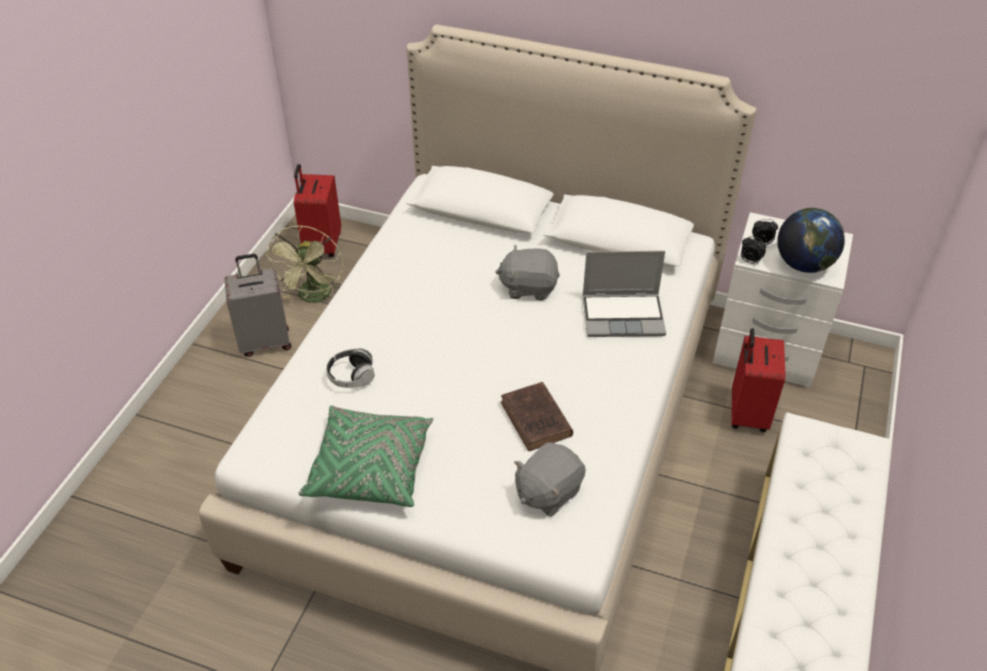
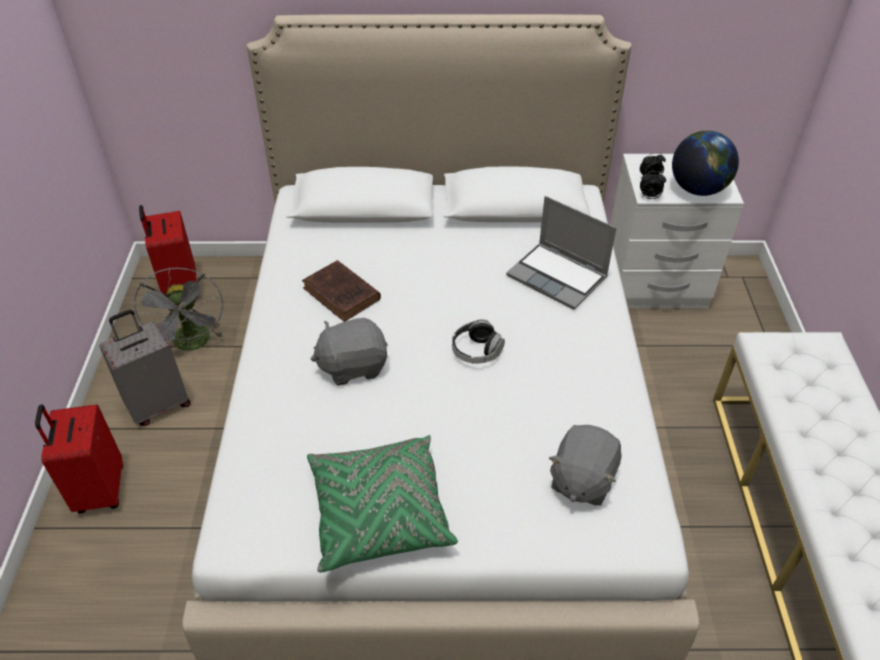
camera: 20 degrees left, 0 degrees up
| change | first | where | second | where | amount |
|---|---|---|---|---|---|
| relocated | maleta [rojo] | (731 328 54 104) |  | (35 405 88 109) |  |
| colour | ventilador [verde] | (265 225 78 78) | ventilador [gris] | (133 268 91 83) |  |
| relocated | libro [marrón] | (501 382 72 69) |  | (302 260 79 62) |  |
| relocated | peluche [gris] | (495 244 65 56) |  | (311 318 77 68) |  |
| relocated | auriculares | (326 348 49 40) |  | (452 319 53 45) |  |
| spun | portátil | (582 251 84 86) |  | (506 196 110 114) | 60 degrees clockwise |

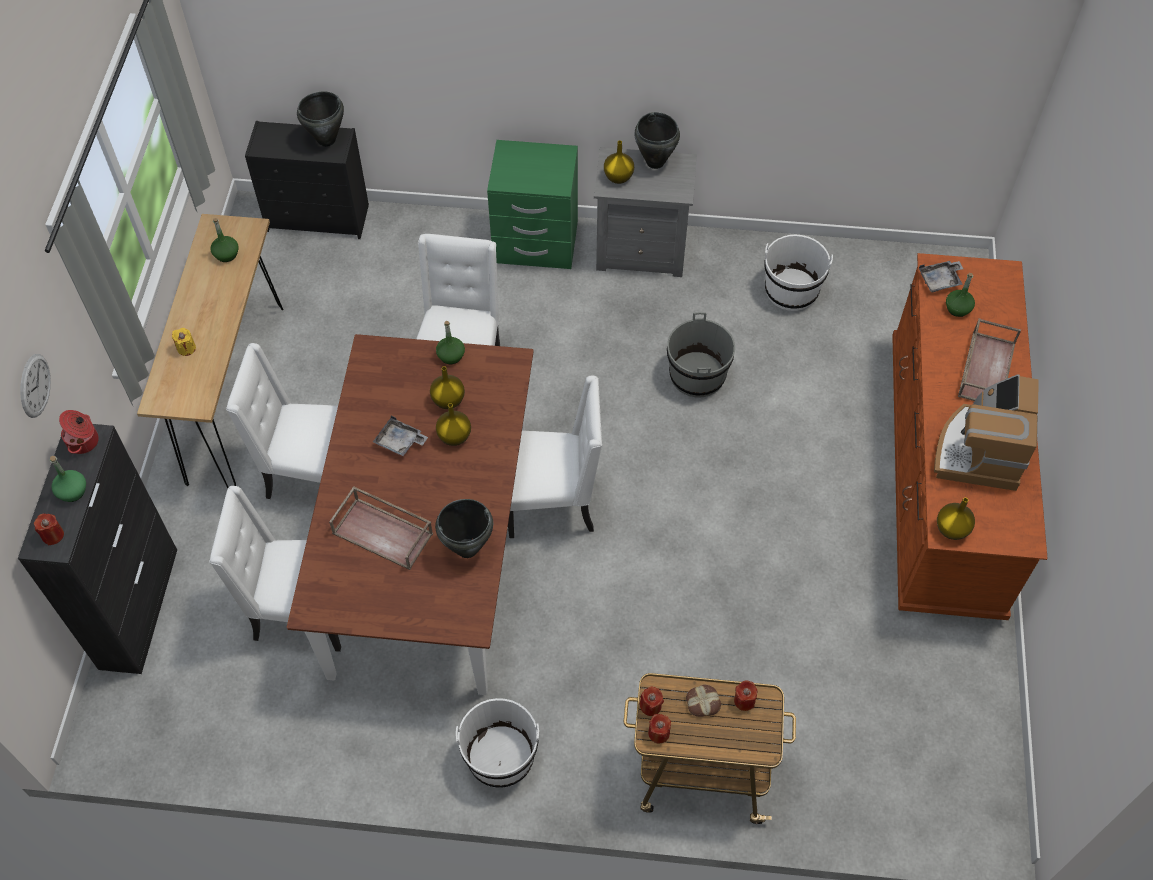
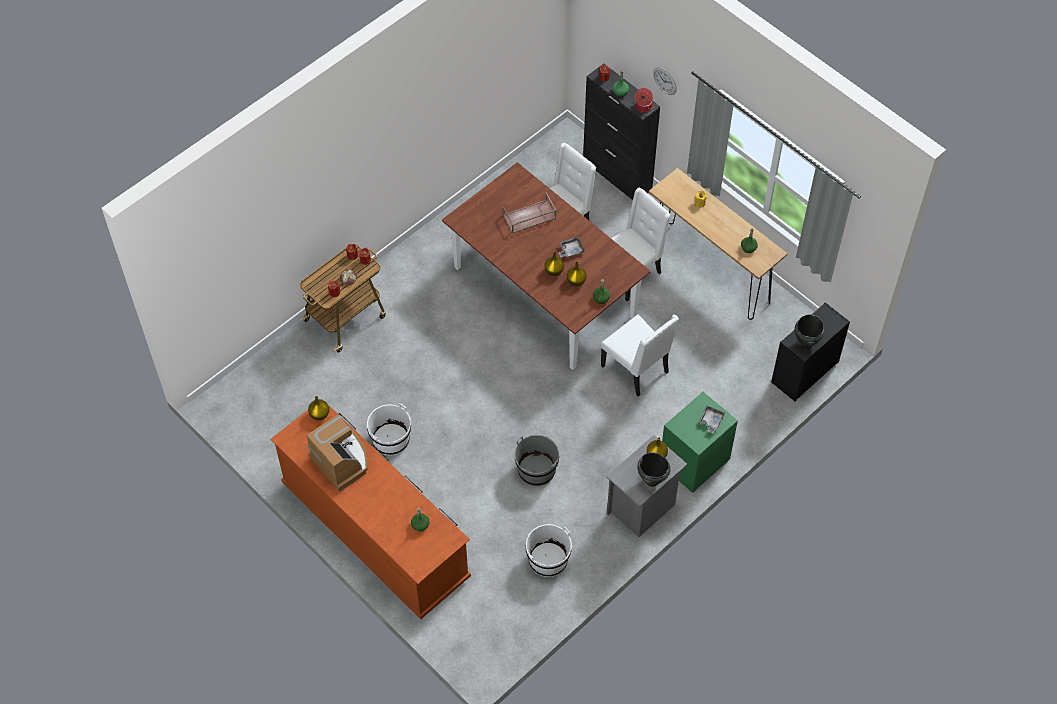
camera: 130 degrees right, 0 degrees up
| change | first | where | second | where | amount |
|---|---|---|---|---|---|
| relocated | cubo [blanco] | (456 698 83 90) |  | (367 403 44 53) |  |
| relocated | bandeja [gris] | (919 261 44 31) |  | (699 406 27 27) |  |
| missing | olla [negro] | (435 499 58 59) |  |  |  |
| missing | silla [blanco] | (508 376 94 162) |  |  |  |
| missing | bandeja [marrón] | (958 318 63 83) |  |  |  |

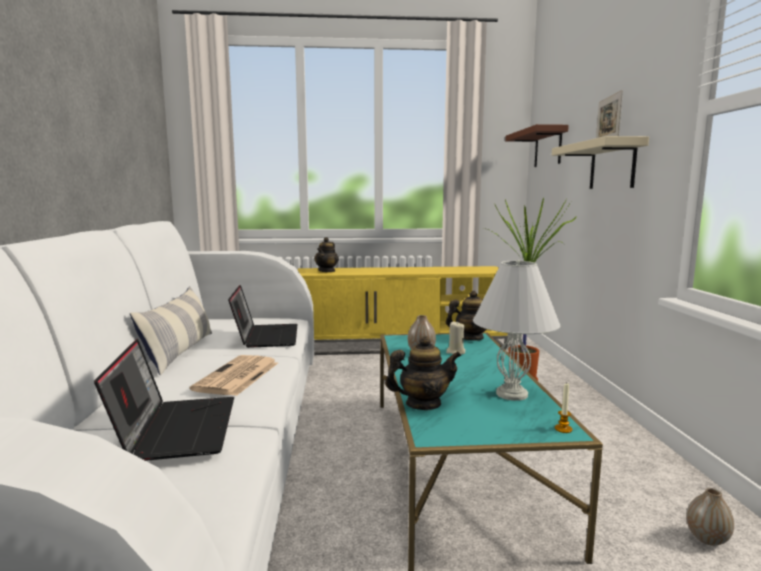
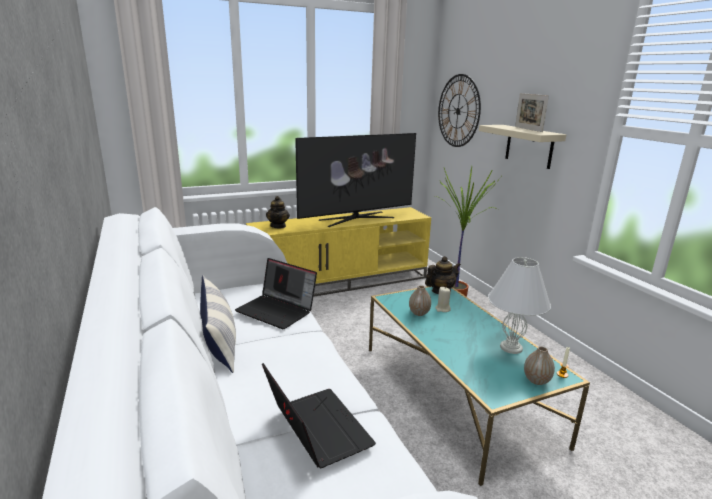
camera: 20 degrees left, 10 degrees up
| change | first | where | second | where | amount |
|---|---|---|---|---|---|
| spun | portátil | (228 285 70 63) |  | (235 258 82 71) | 150 degrees clockwise |
| appeared |  |  | televisor | (295 133 121 94) |  |
| exchanged | estante [marrón] | (505 124 64 43) | reloj de pared | (438 74 43 73) |  |
| relocated | florero | (686 488 48 58) |  | (524 346 31 39) |  |
| missing | periódico | (190 355 88 41) |  |  |  |
| missing | tetera | (385 336 76 74) |  |  |  |

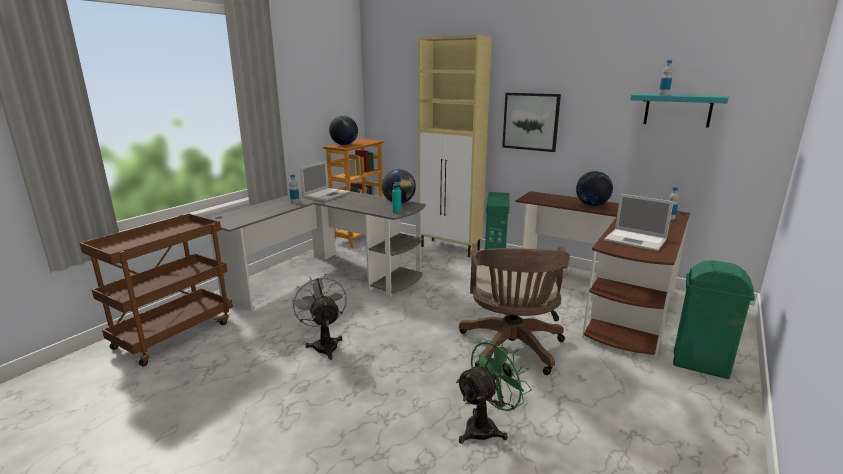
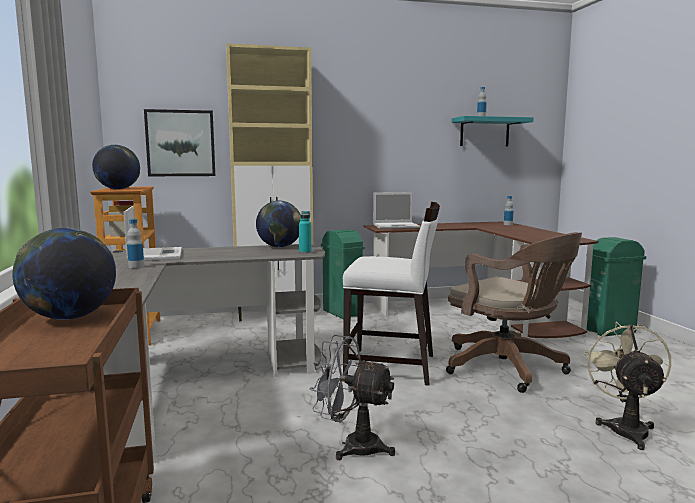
camera: 45 degrees left, 10 degrees down
| change | first | where | second | where | amount |
|---|---|---|---|---|---|
| relocated | globo terráqueo | (576 171 37 35) |  | (12 228 104 92) |  |
| relocated | cuadro | (502 93 59 59) |  | (144 109 71 67) |  |
| appeared |  |  | silla [blanco] | (343 202 97 184) |  |
| relocated | portátil | (604 194 70 58) |  | (373 192 48 37) |  |
| colour | ventilador [verde] | (456 338 76 106) | ventilador [beis] | (584 322 87 128) |  |

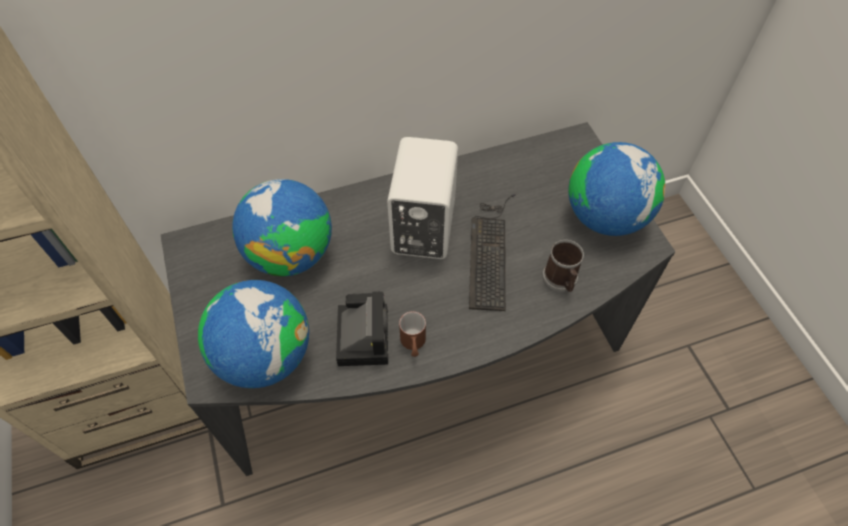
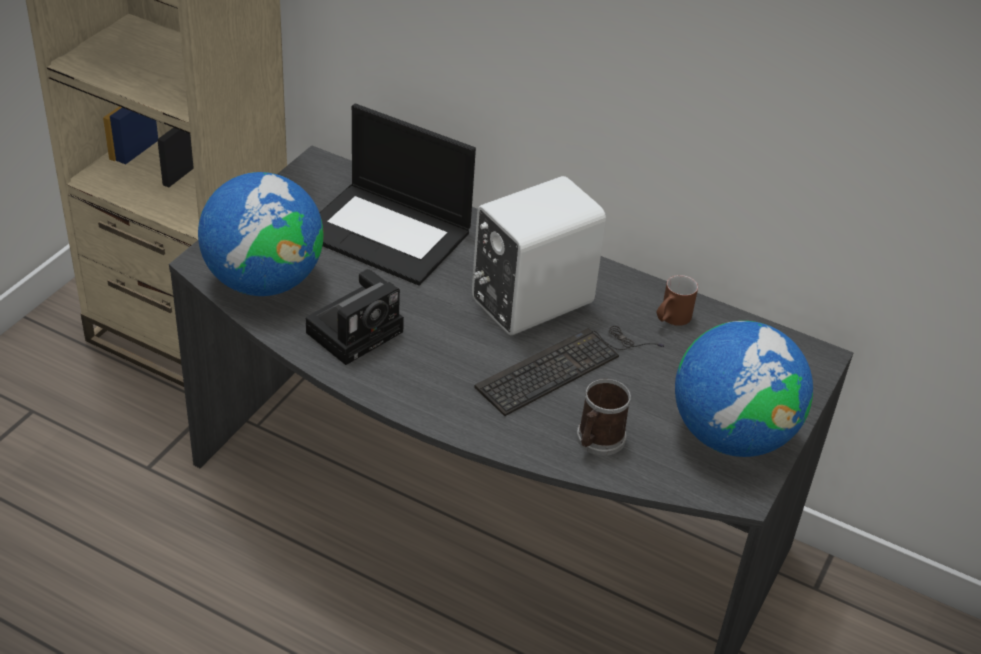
camera: 45 degrees right, 15 degrees down
| change | first | where | second | where | amount |
|---|---|---|---|---|---|
| exchanged | globo terráqueo | (232 179 100 97) | portátil | (319 103 157 183) |  |
| relocated | taza grande [marrón] | (399 311 27 46) |  | (657 275 41 51) |  |

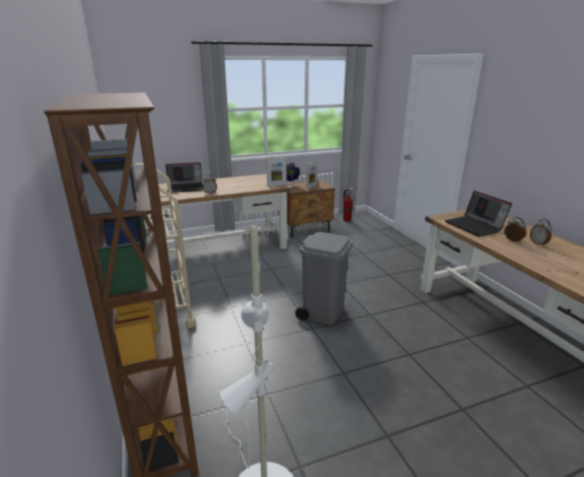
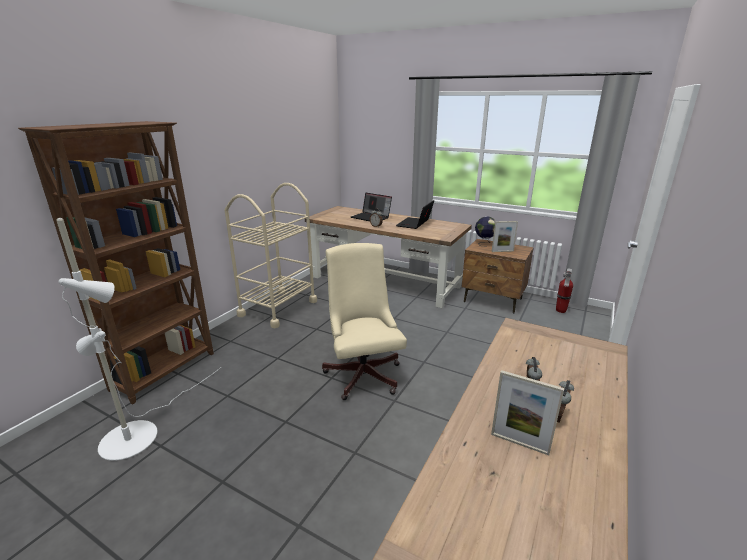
camera: 50 degrees right, 0 degrees up
| change | first | where | second | where | amount |
|---|---|---|---|---|---|
| exchanged | papelera [gris] | (295 232 58 93) | silla de oficina [beis] | (322 243 85 157) |  |
| relocated | portátil | (445 191 67 46) |  | (396 200 39 29) |  |
| relocated | portarretratos | (267 157 20 30) |  | (491 370 73 85) |  |

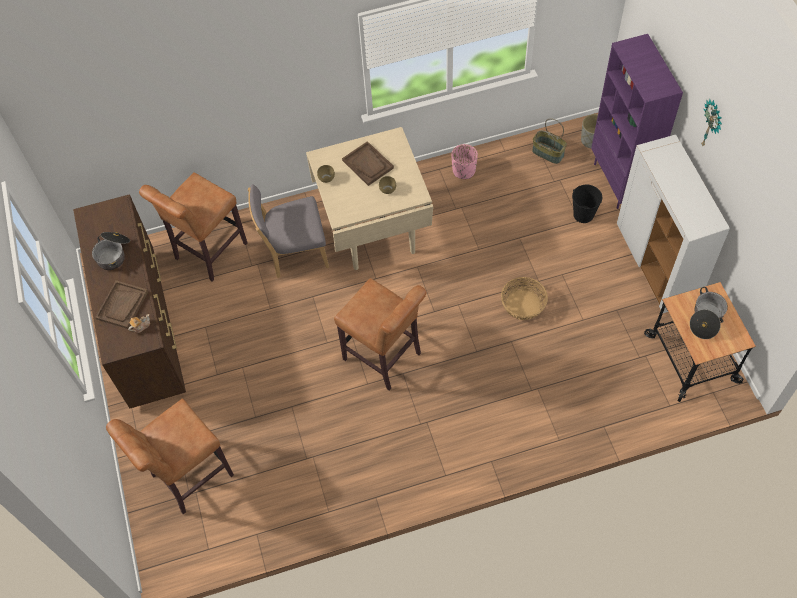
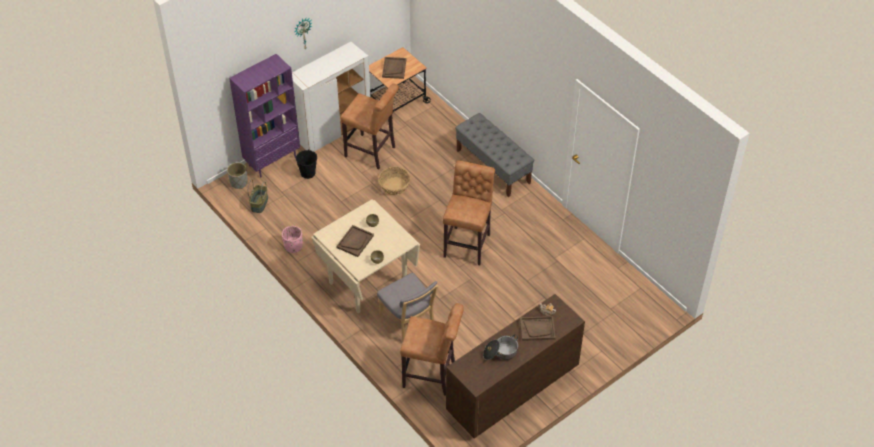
camera: 115 degrees left, 10 degrees down
| change | first | where | second | where | amount |
|---|---|---|---|---|---|
| relocated | taburete [marrón] | (106 399 128 115) |  | (341 83 58 86) |  |
| exchanged | olla | (690 287 38 52) | bandeja [marrón] | (382 57 24 22) |  |
| appeared |  |  | banco [gris] | (455 113 79 84) |  |

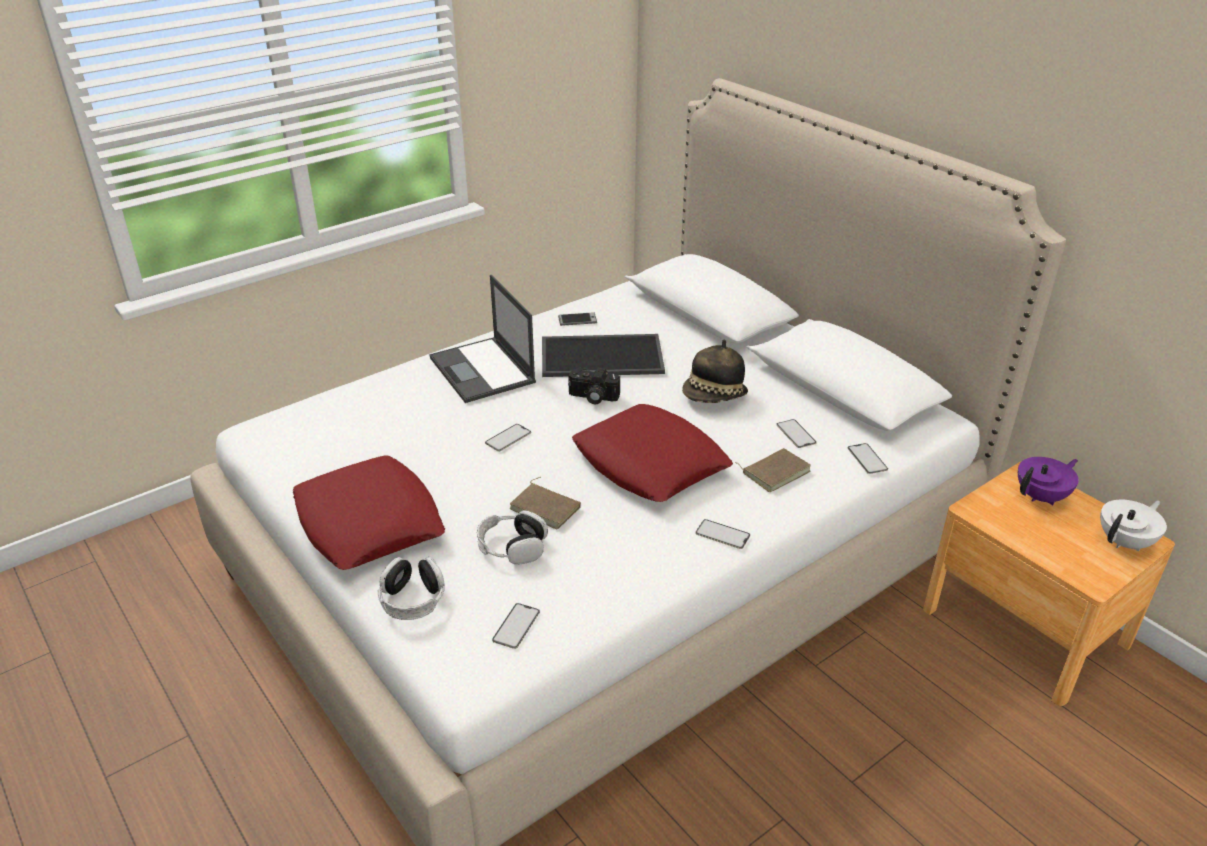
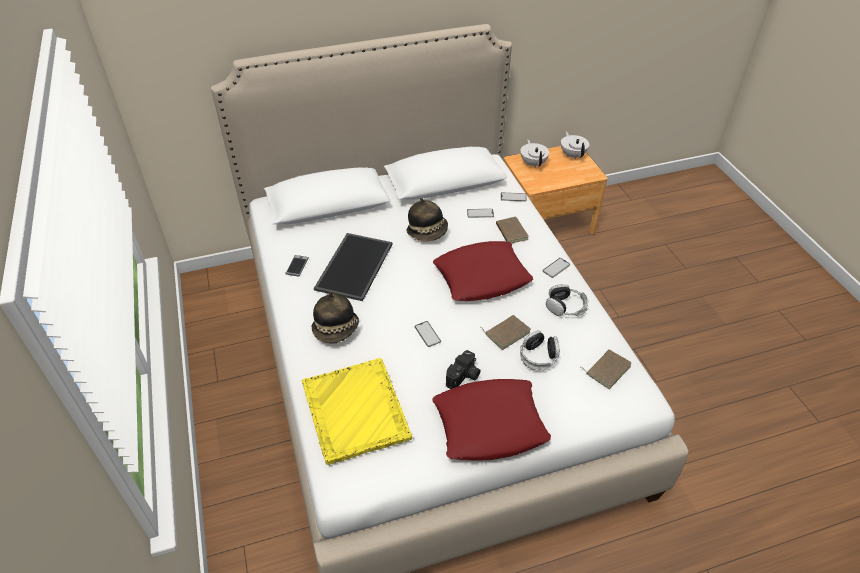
camera: 70 degrees left, 10 degrees up
| change | first | where | second | where | amount |
|---|---|---|---|---|---|
| appeared |  |  | bandeja [amarillo] | (302 358 110 107) |  |
| exchanged | portátil | (429 275 107 128) | sombrero | (312 292 47 52) |  |
| relocated | cámara | (568 368 52 36) |  | (446 350 35 39) |  |
| colour | tetera [morado] | (1018 457 61 49) | tetera [blanco] | (520 139 29 29) |  |
| relocated | auriculares | (378 556 67 64) |  | (546 284 42 32) |  |
| exchanged | móvil | (492 603 48 46) | libro [marrón] | (581 349 51 40) |  |

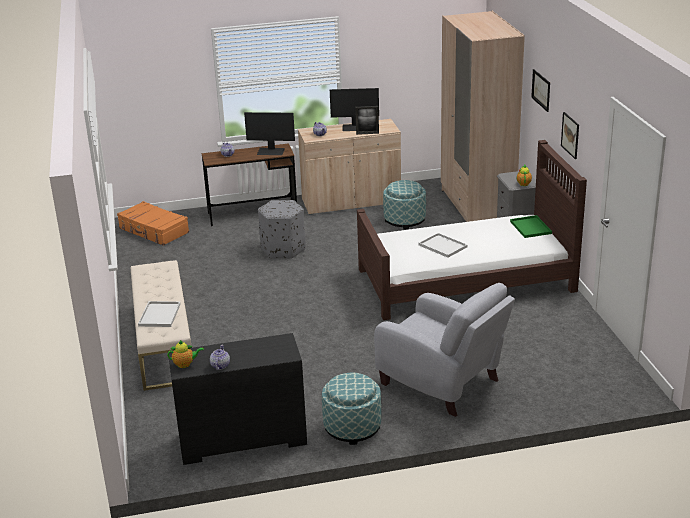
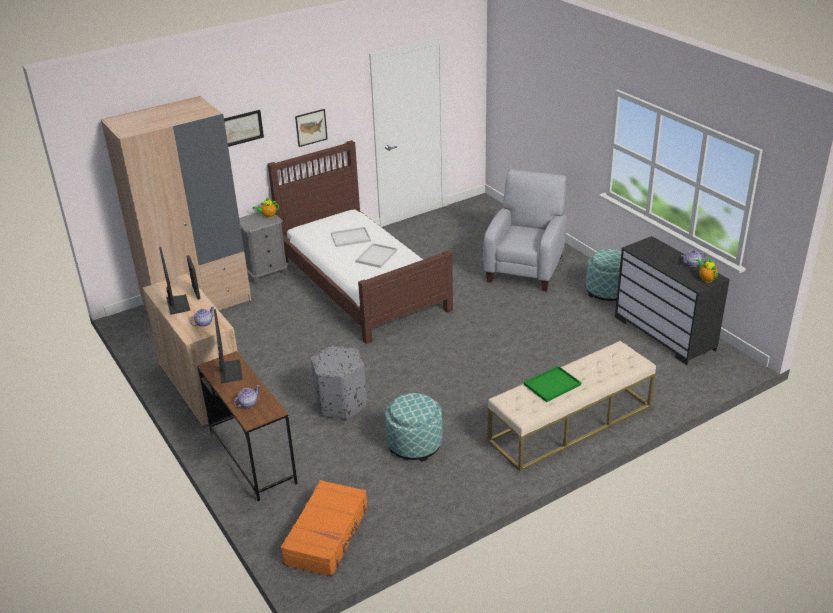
camera: 110 degrees left, 5 degrees up
| change | first | where | second | where | amount |
|---|---|---|---|---|---|
| relocated | bandeja [blanco] | (138 301 43 26) |  | (331 227 40 20) |  |
| relocated | puf | (383 180 43 49) |  | (385 393 58 69) |  |
| relocated | bandeja [verde] | (510 215 42 23) |  | (524 366 57 36) |  |

